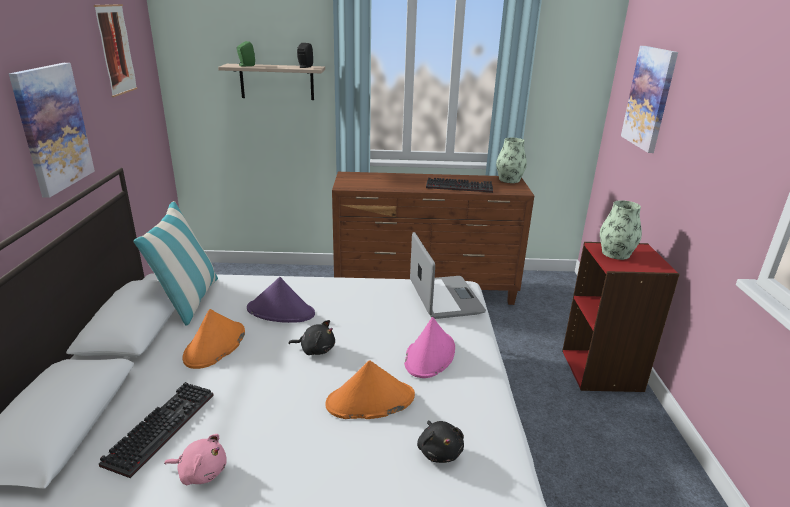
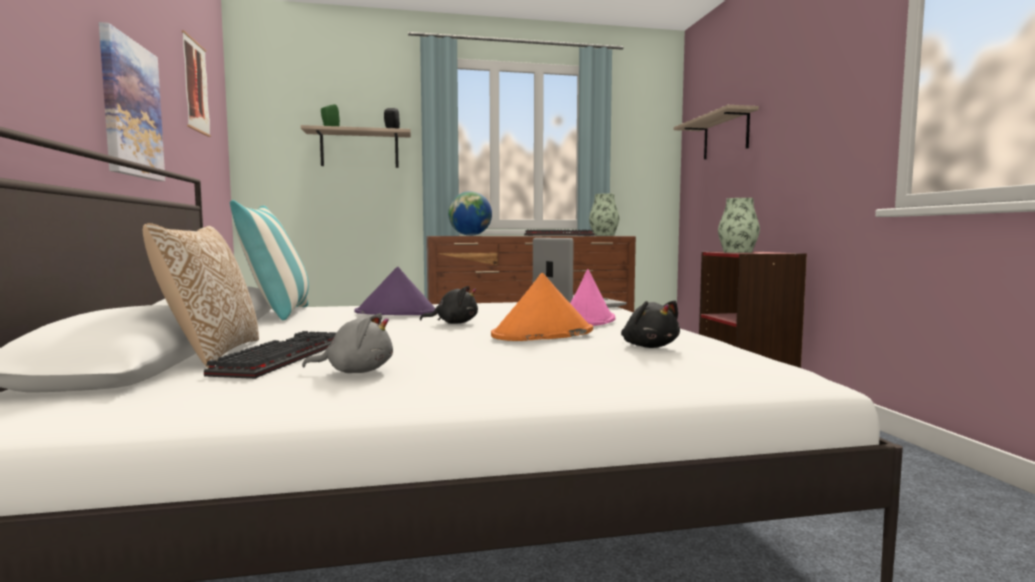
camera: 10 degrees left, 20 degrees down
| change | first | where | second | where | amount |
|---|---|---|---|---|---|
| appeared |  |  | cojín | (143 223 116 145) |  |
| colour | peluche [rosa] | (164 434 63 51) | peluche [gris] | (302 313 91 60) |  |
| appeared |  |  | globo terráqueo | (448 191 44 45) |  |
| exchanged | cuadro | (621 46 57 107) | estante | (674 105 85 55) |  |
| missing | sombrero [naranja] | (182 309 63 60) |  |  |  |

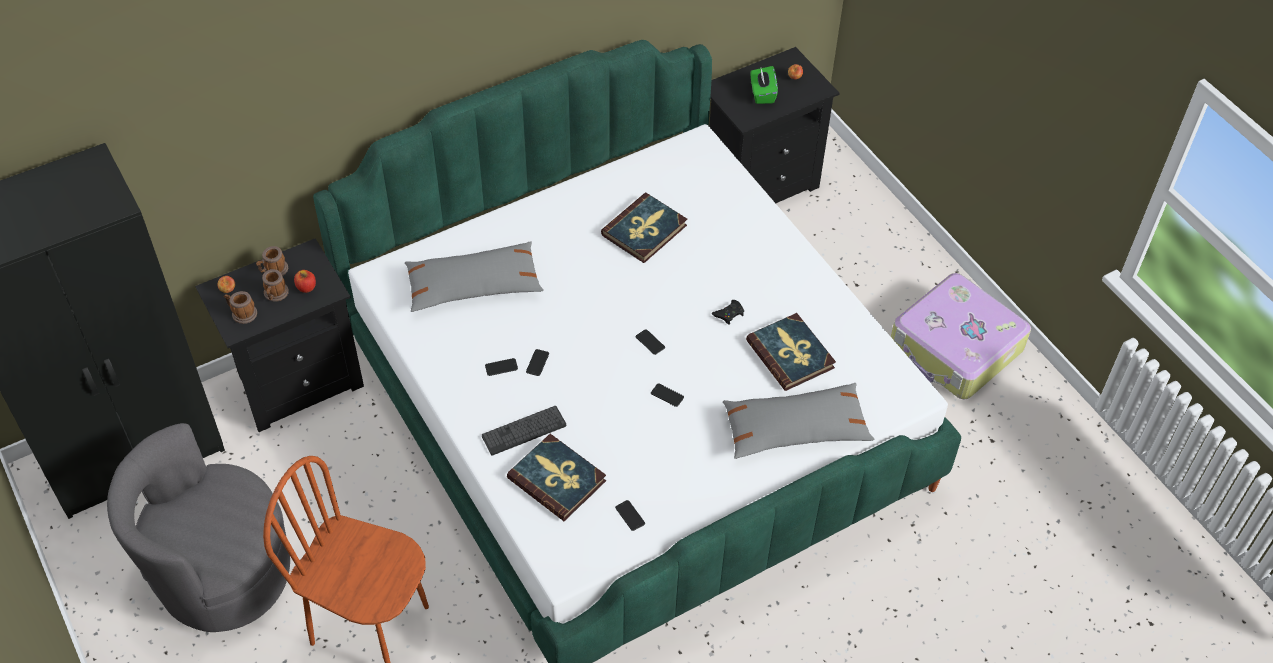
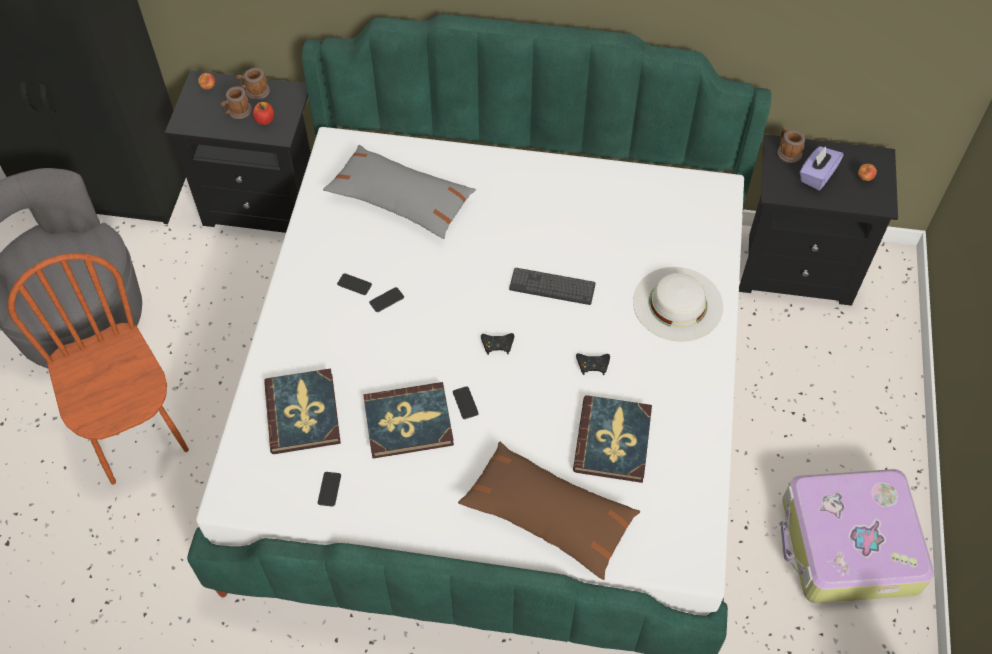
camera: 40 degrees right, 5 degrees up
| change | first | where | second | where | amount |
|---|---|---|---|---|---|
| relocated | libro | (601 193 86 70) |  | (363 382 91 76) |  |
| colour | cojín [gris] | (723 383 152 76) | cojín [marrón] | (458 442 182 138) |  |
| exchanged | móvil | (636 329 29 26) | mando de consola [negro] | (481 333 33 22) |  |
| relocated | teclado | (482 406 84 49) |  | (509 268 87 37) |  |
| appeared |  |  | sombrero [blanco] | (633 267 90 75) |  |
| relocated | taza grande | (224 291 33 33) |  | (777 127 28 36) |  |
| colour | caja de pañuelos [verde] | (751 66 27 38) | caja de pañuelos [morado] | (800 146 44 45) |  |

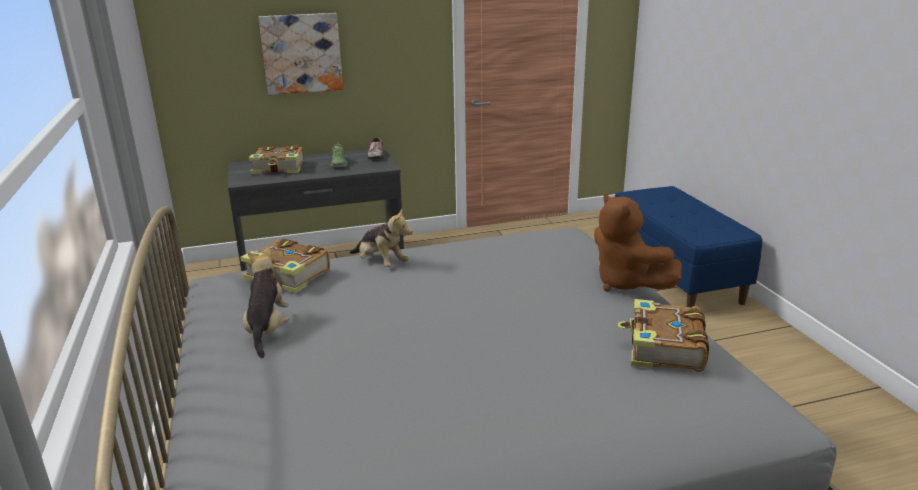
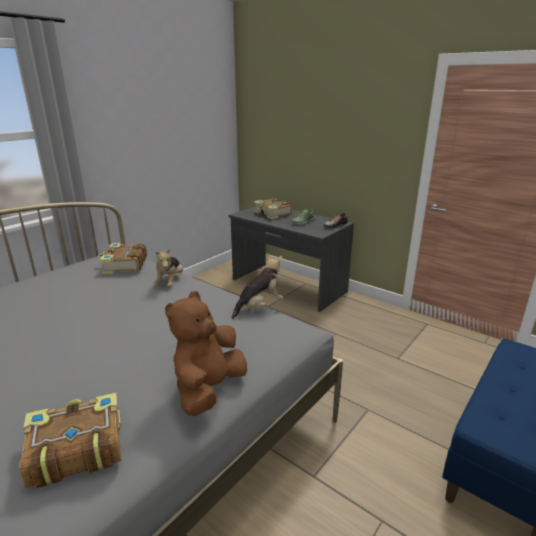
camera: 55 degrees right, 0 degrees up
| change | first | where | second | where | amount |
|---|---|---|---|---|---|
| relocated | peluche | (243 248 47 110) |  | (232 253 51 66) |  |
| missing | cuadro | (259 13 84 82) |  |  |  |

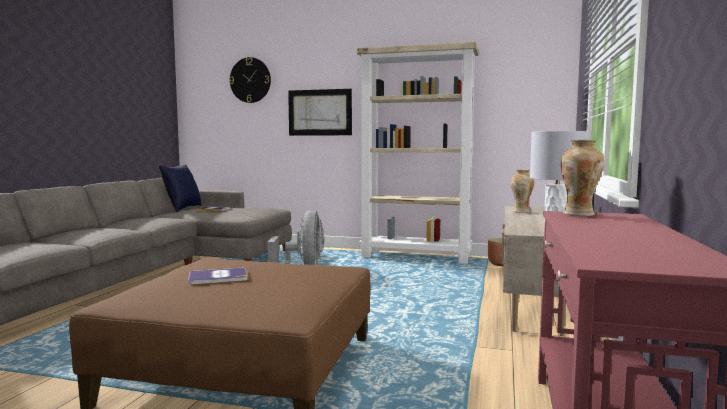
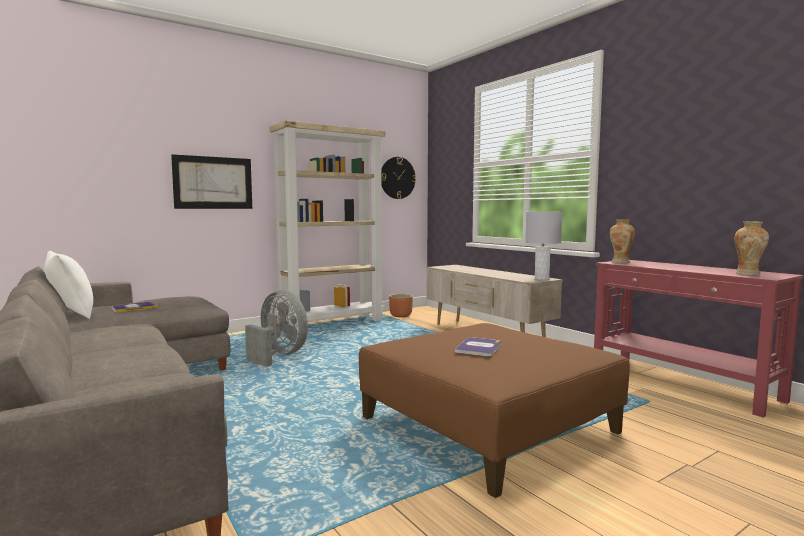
camera: 50 degrees left, 0 degrees up
| change | first | where | second | where | amount |
|---|---|---|---|---|---|
| colour | cojín [azul] | (159 164 42 48) | cojín [blanco] | (44 251 49 68) |  |
| relocated | reloj de pared | (229 57 42 46) |  | (381 157 35 42) |  |
| relocated | florero | (511 169 23 44) |  | (735 221 34 55) |  |

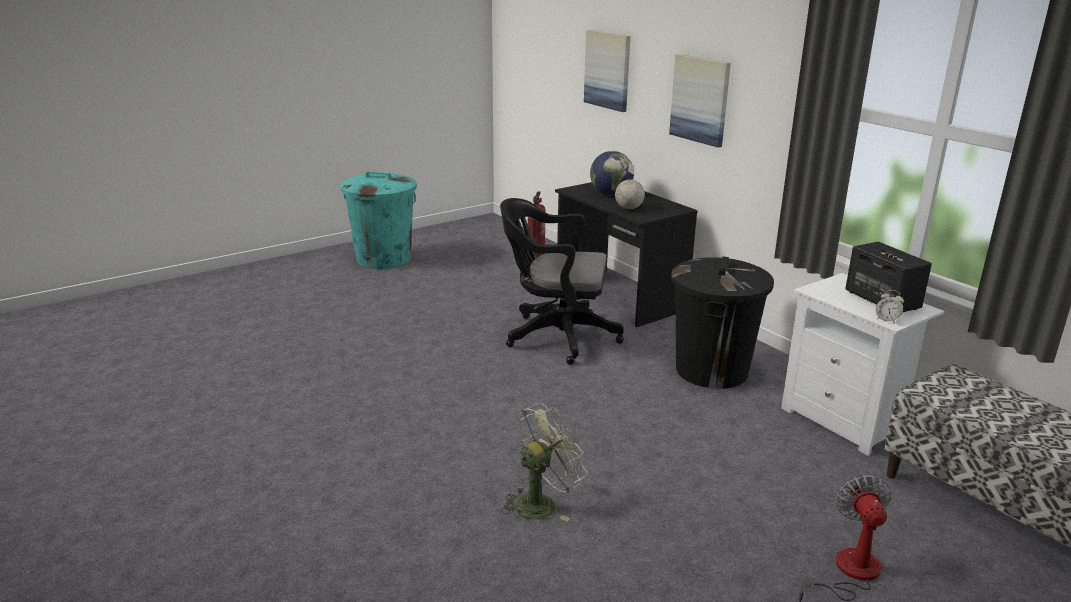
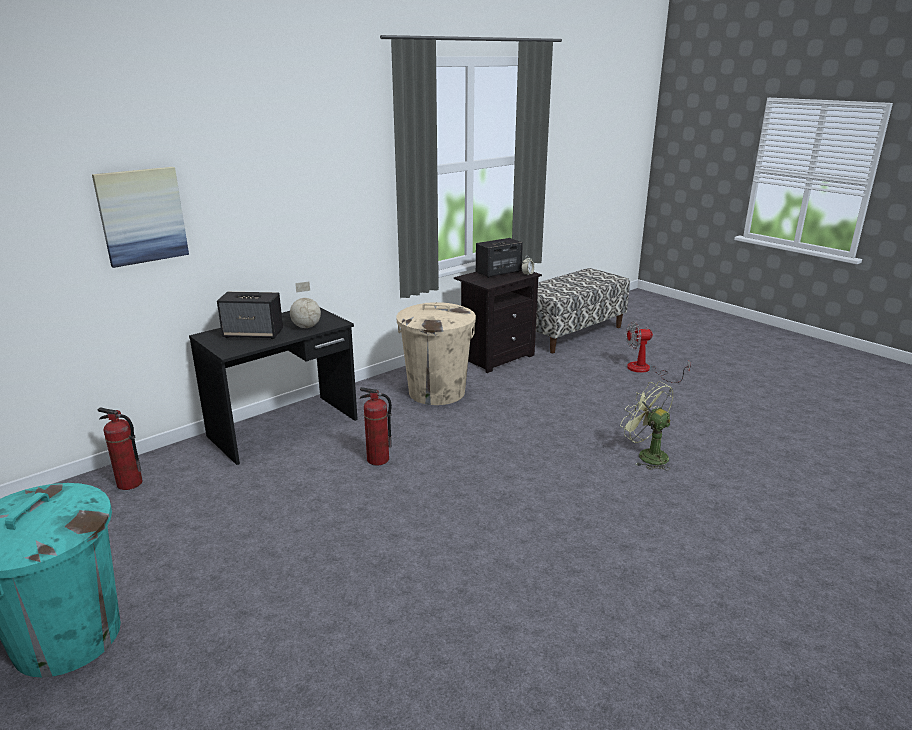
camera: 95 degrees left, 0 degrees up
| change | first | where | second | where | amount |
|---|---|---|---|---|---|
| exchanged | globo terráqueo | (590 151 44 44) | altavoz | (217 292 66 47) |  |
| exchanged | silla de oficina [negro] | (500 198 124 167) | extintor | (359 387 33 79) |  |
| colour | papelera [negro] | (671 256 103 133) | papelera [beis] | (396 302 80 103) |  |
| colour | mesita de noche [blanco] | (781 273 163 183) | mesita de noche [negro] | (454 271 88 102) |  |
| missing | cuadro | (669 54 62 94) |  |  |  |

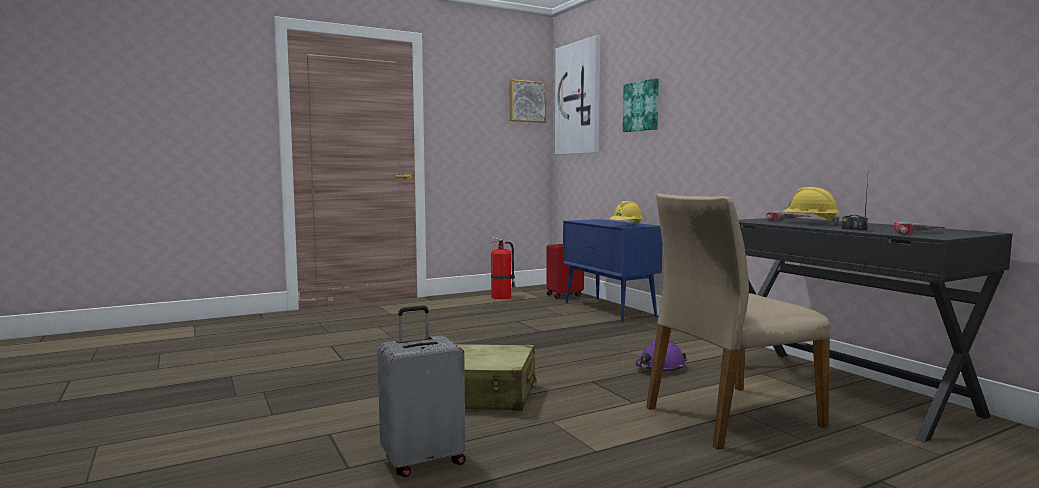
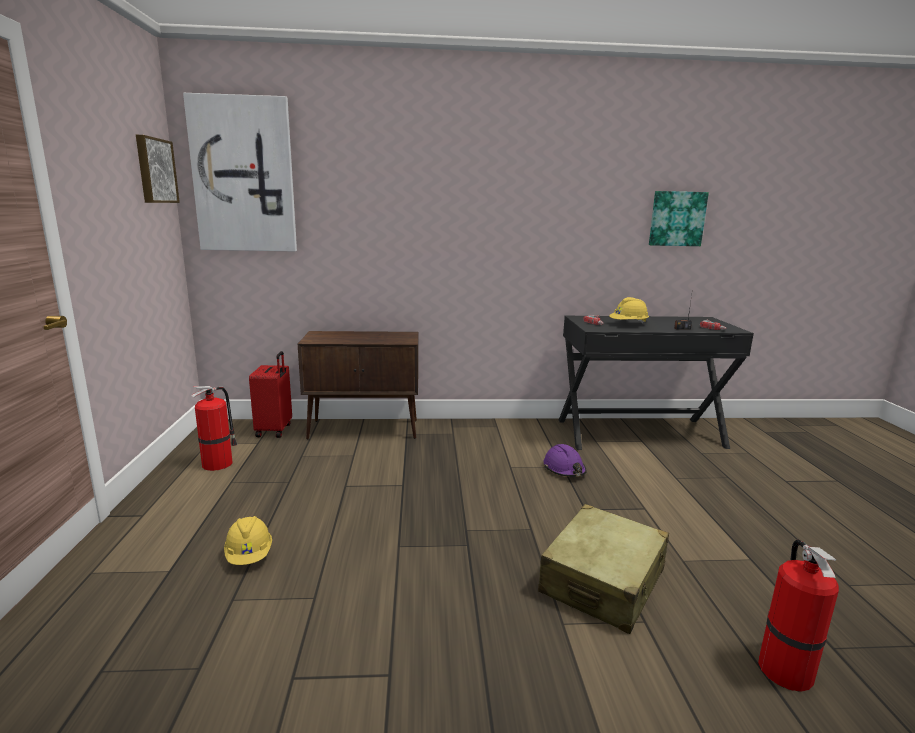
camera: 65 degrees left, 10 degrees up
| change | first | where | second | where | amount |
|---|---|---|---|---|---|
| relocated | casco [amarillo] | (610 201 33 24) |  | (224 516 48 49) |  |
| colour | armario [azul] | (563 219 100 103) | armario [marrón] | (298 331 120 109) |  |
| relocated | cuadro | (623 78 36 54) |  | (649 191 60 55) |  |
| exchanged | maleta [gris] | (377 306 88 171) | extintor | (758 539 81 153) |  |
| missing | silla [beis] | (646 193 184 256) |  |  |  |

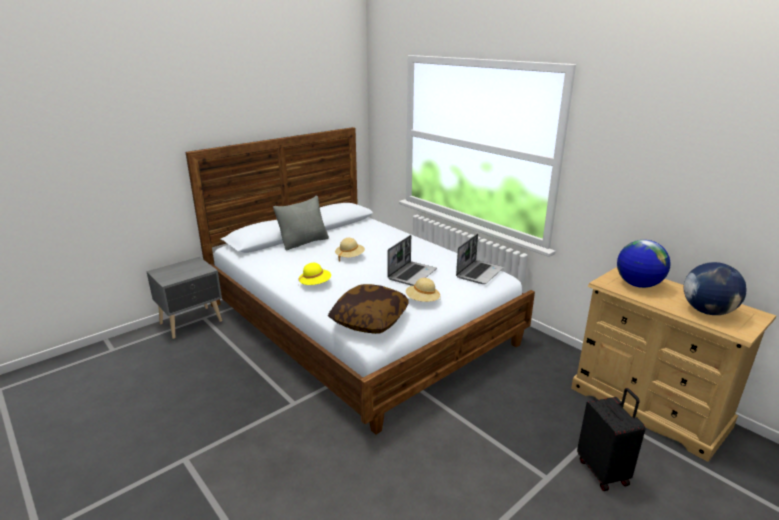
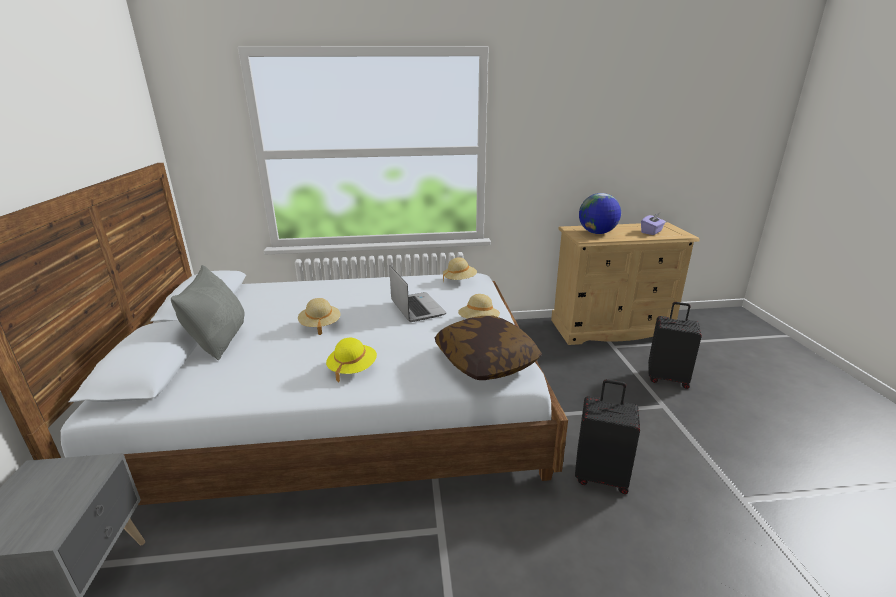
camera: 55 degrees left, 0 degrees up
| change | first | where | second | where | amount |
|---|---|---|---|---|---|
| exchanged | portátil | (456 234 48 50) | sombrero [beis] | (443 257 34 25) |  |
| appeared |  |  | maleta [negro] | (575 379 65 115) |  |
| exchanged | globo terráqueo | (684 262 63 53) | caja de pañuelos [morado] | (641 213 25 22) |  |

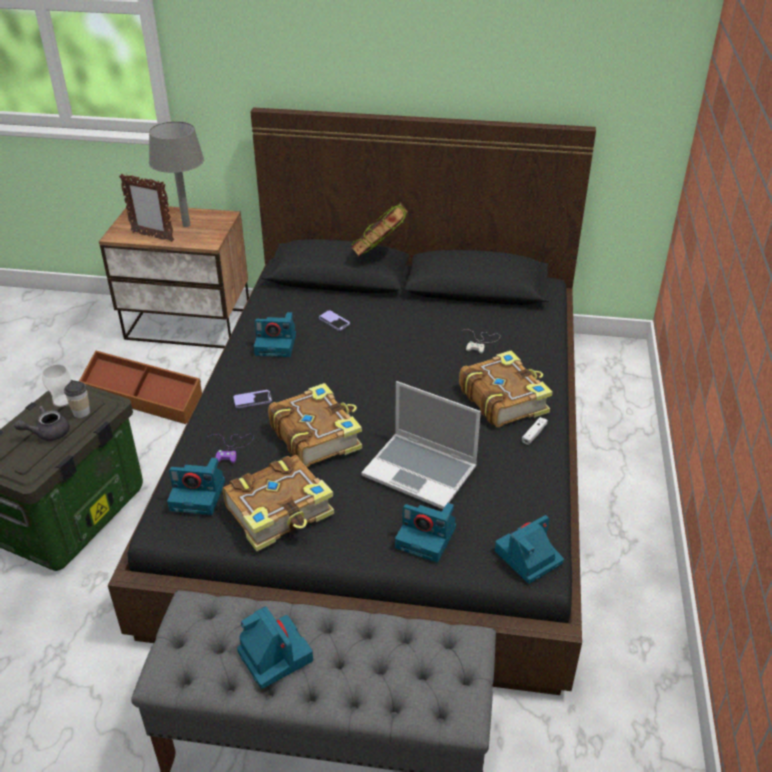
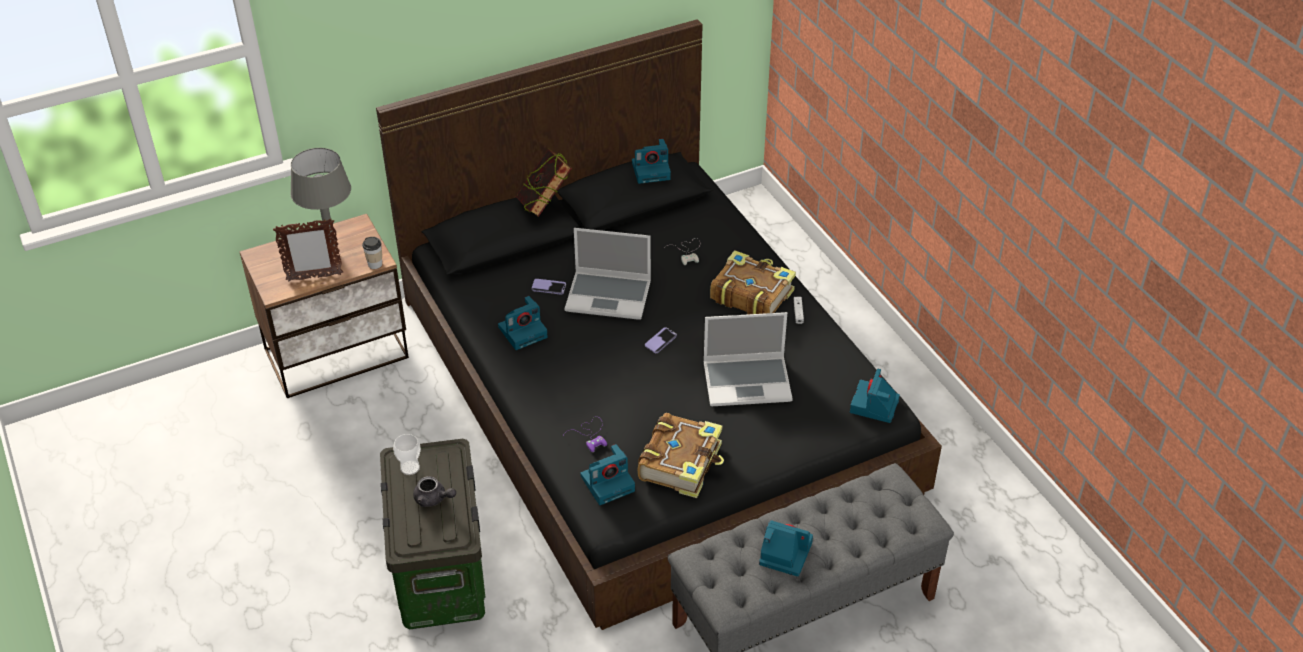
camera: 35 degrees left, 5 degrees up
| change | first | where | second | where | amount |
|---|---|---|---|---|---|
| relocated | taza | (64 381 26 37) |  | (362 237 20 32) |  |
| spun | tetera [gris] | (14 406 56 35) |  | (413 476 43 31) | 90 degrees counterclockwise |
| appeared |  |  | portátil | (565 228 86 92) |  |
| relocated | cámara | (395 503 61 59) |  | (632 139 39 45) |  |
| relocated | móvil | (233 390 39 18) |  | (645 327 32 26) |  |
| missing | caja de almacenaje [marrón] | (79 350 123 74) |  |  |  |
| missing | libro | (268 383 94 84) |  |  |  |

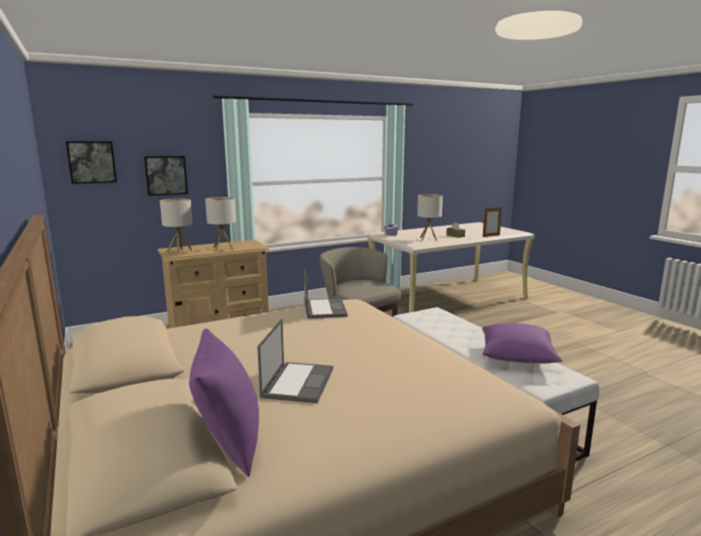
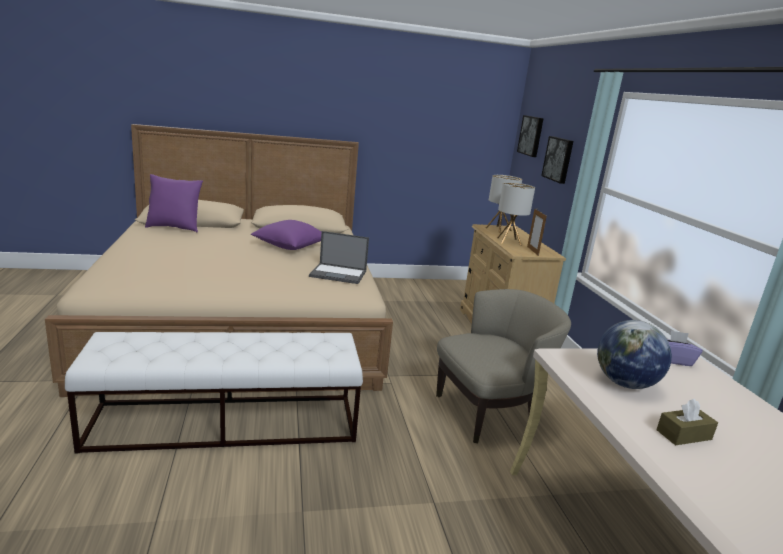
camera: 105 degrees right, 5 degrees up
| change | first | where | second | where | amount |
|---|---|---|---|---|---|
| relocated | cojín [morado] | (482 323 80 40) |  | (251 220 70 30) |  |
| relocated | portarretratos | (483 207 19 30) |  | (527 209 20 47) |  |
| exchanged | lámpara de mesa | (417 194 26 47) | globo terráqueo | (597 320 75 69) |  |
| missing | portátil | (257 319 76 84) |  |  |  |

